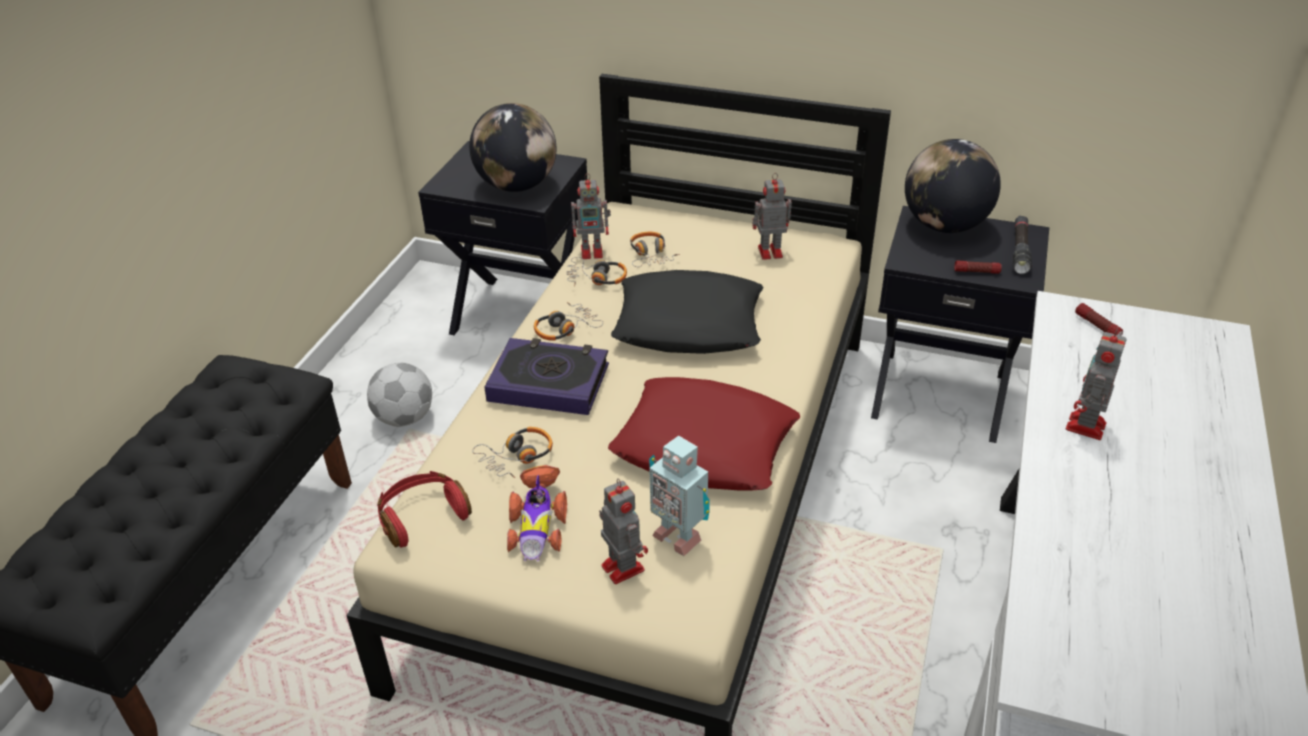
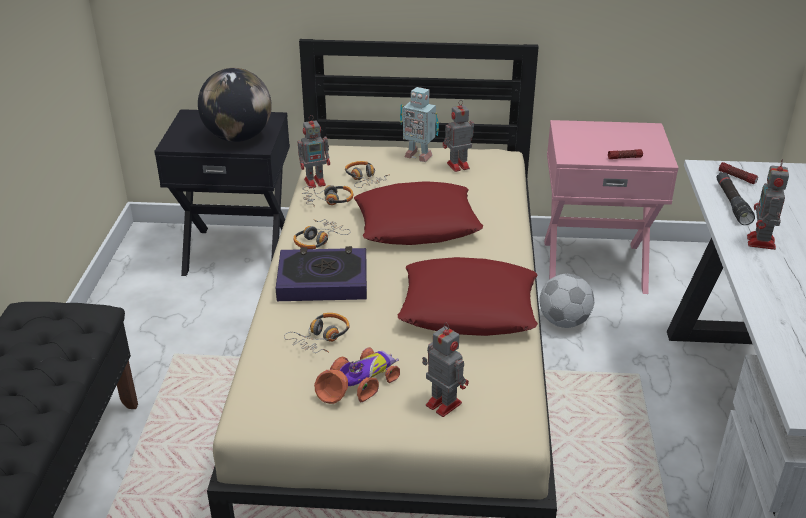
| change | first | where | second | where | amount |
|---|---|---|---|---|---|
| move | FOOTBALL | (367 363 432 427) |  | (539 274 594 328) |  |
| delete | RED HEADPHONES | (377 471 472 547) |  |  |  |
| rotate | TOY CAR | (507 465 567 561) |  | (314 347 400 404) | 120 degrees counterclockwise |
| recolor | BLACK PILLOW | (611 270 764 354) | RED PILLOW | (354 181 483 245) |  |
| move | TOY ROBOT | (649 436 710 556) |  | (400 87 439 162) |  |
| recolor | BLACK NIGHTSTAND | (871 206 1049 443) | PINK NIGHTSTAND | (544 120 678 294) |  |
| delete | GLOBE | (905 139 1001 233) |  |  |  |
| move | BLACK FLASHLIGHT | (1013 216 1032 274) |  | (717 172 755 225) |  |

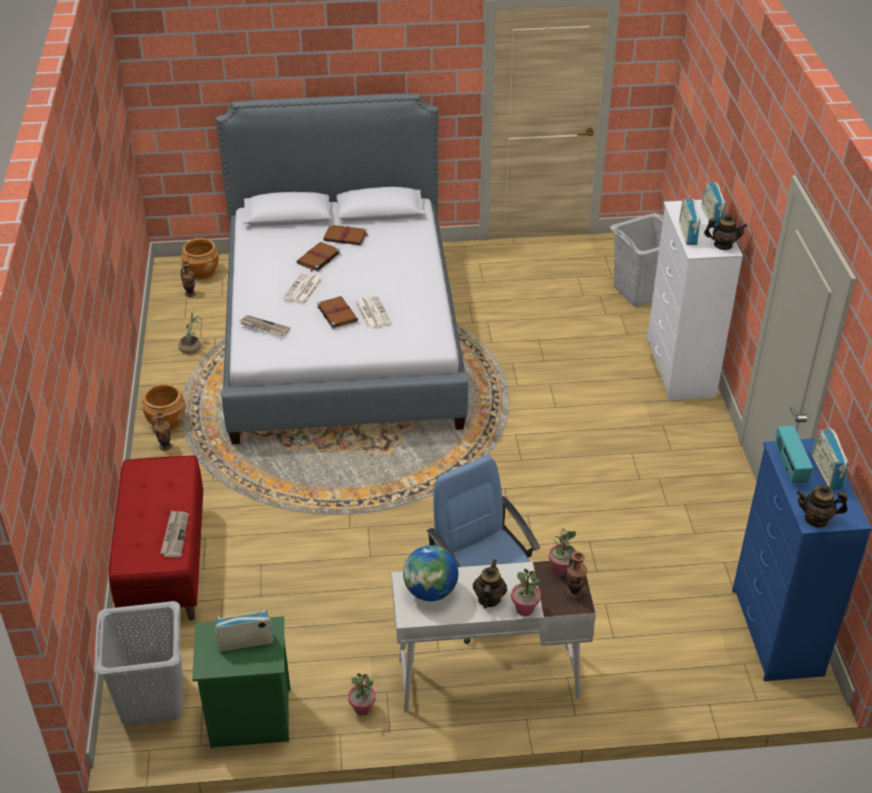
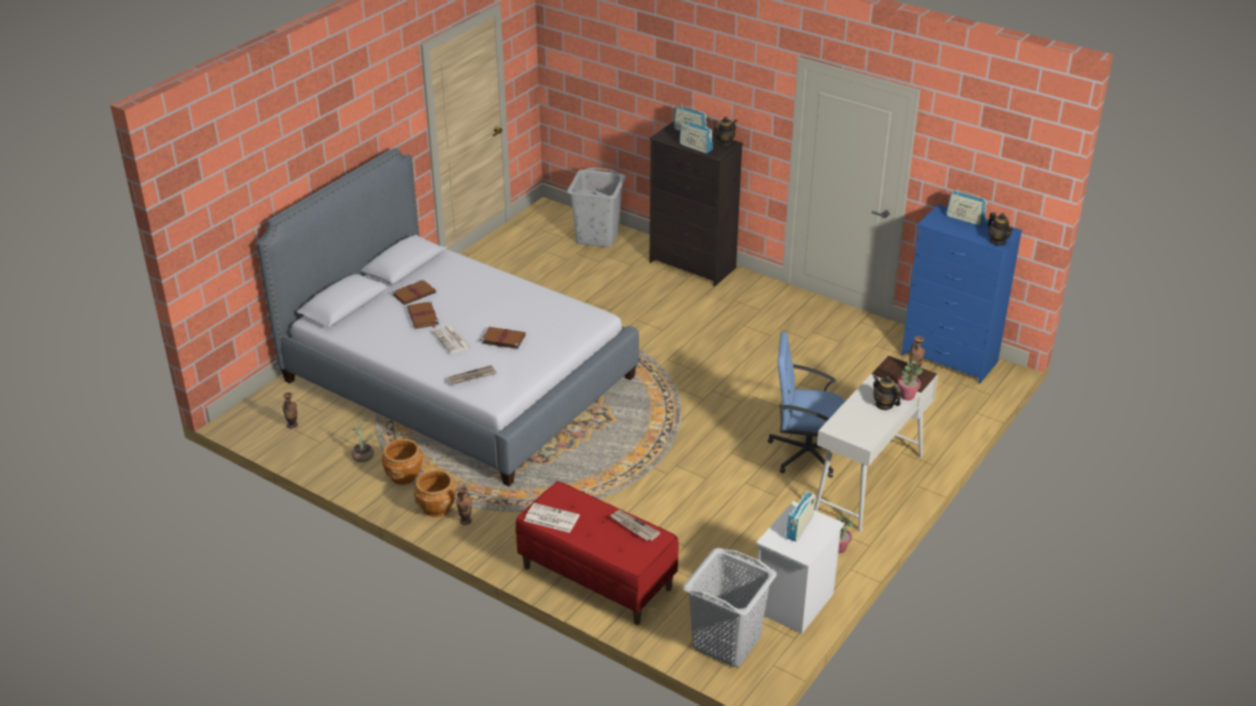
| change | first | where | second | where | amount |
|---|---|---|---|---|---|
| move | BROWN PLANTER | (181 238 219 280) |  | (382 439 424 485) |  |
| recolor | GREEN NIGHTSTAND | (192 616 291 748) | WHITE NIGHTSTAND | (756 501 844 634) |  |
| move | NEWSPAPER | (355 296 392 329) |  | (524 503 580 533) |  |
| delete | GLOBE | (403 545 458 601) |  |  |  |
| delete | POTTED PLANT | (549 528 577 576) |  |  |  |
| recolor | WHITE DRESSER | (647 200 743 401) | BLACK DRESSER | (649 122 743 286) |  |
| delete | RADIO | (775 426 813 484) |  |  |  |
| rotate | TEAPOT | (796 485 848 528) |  | (988 212 1013 245) | 75 degrees counterclockwise |

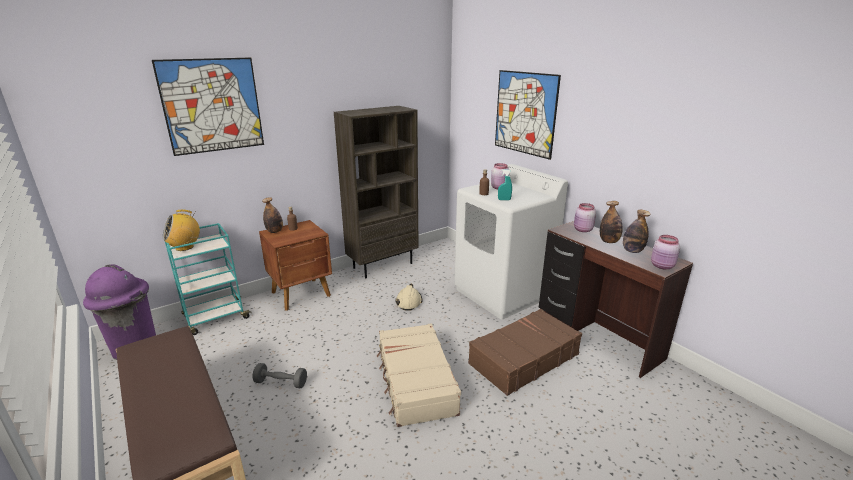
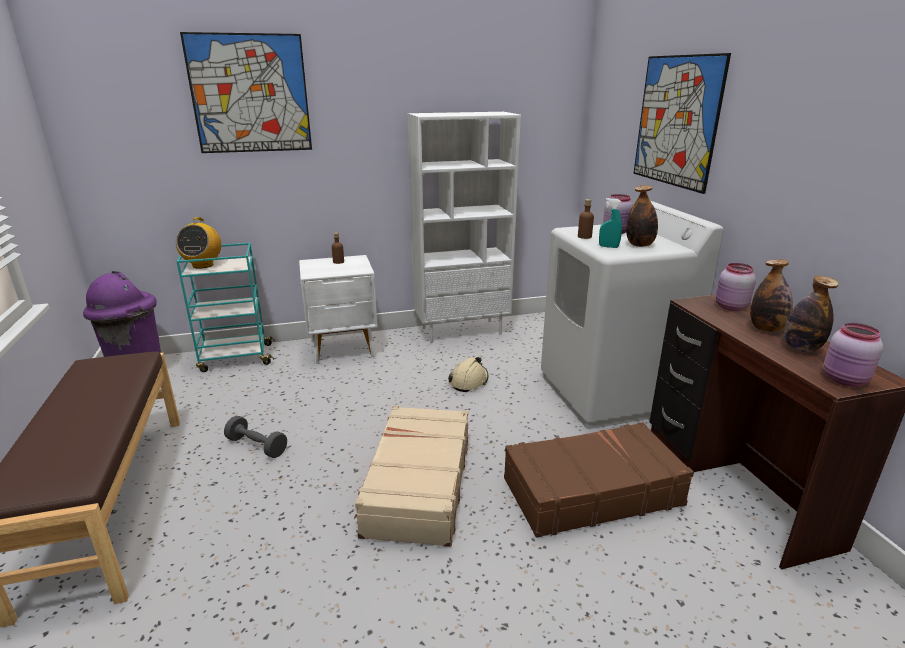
| change | first | where | second | where | amount |
|---|---|---|---|---|---|
| rotate | RADIO | (163 210 200 251) |  | (176 217 221 268) | 75 degrees counterclockwise |
| recolor | BROWN NIGHTSTAND | (259 220 332 311) | WHITE NIGHTSTAND | (299 255 378 364) |  |
| move | BOTTLE | (262 197 283 233) |  | (626 185 658 247) |  |
| recolor | BROWN BOOKCASE | (334 106 419 278) | WHITE BOOKCASE | (407 112 521 343) |  |

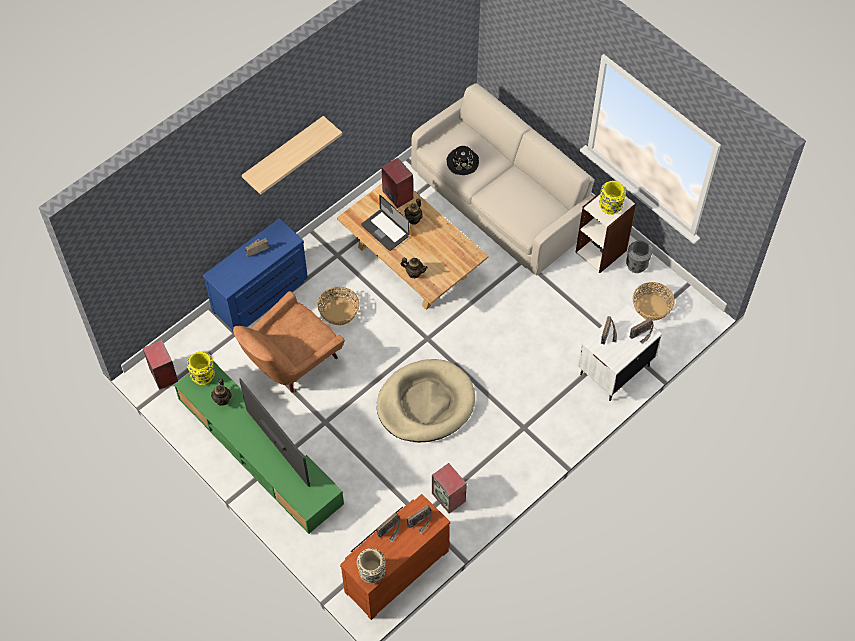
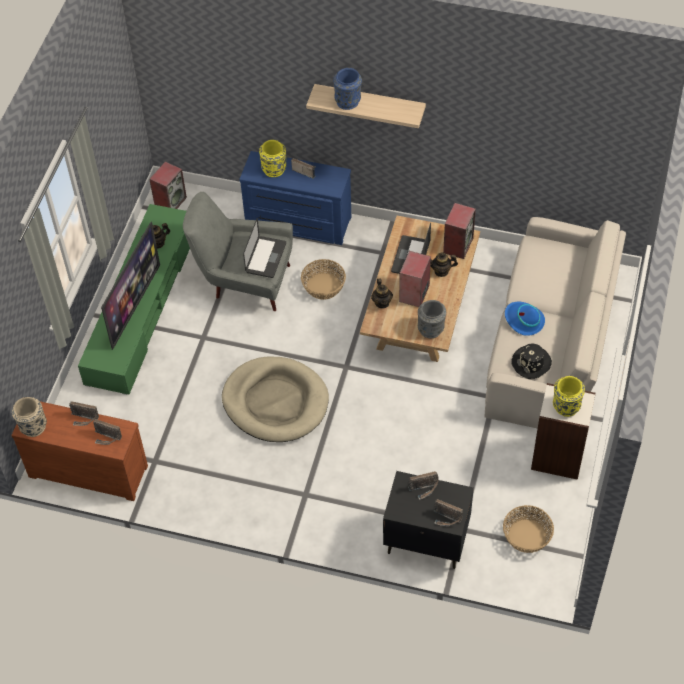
| change | first | where | second | where | amount |
|---|---|---|---|---|---|
| move | YELLOW VASE | (187 352 215 385) |  | (259 140 286 177) |  |
| recolor | BROWN ARMCHAIR | (233 291 345 393) | GREY ARMCHAIR | (183 192 293 311) |  |
| move | SPEAKER | (432 463 467 514) |  | (399 251 431 307) |  |
| move | BLACK HAT | (447 146 479 175) |  | (511 344 552 379) |  |
| recolor | WHITE NIGHTSTAND | (578 304 662 401) | BLACK NIGHTSTAND | (383 471 474 569) |  |
| move | GREY VASE | (626 240 652 273) |  | (418 300 446 338) |  |
| insert |  |  | LAPTOP | (243 218 286 278) |  |
| insert |  |  | BLUE VASE | (333 68 362 110) |  |
| insert |  |  | BLUE HAT | (505 301 545 336) |  |

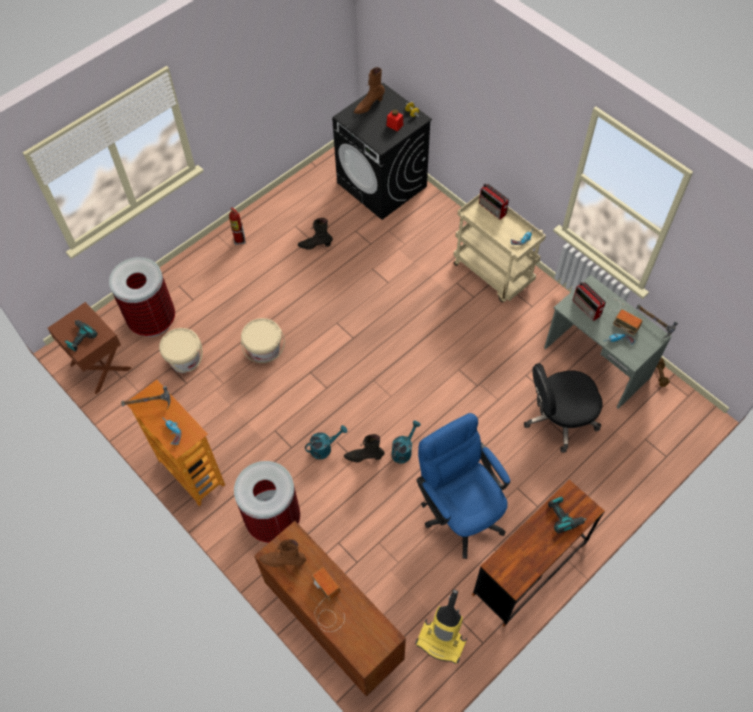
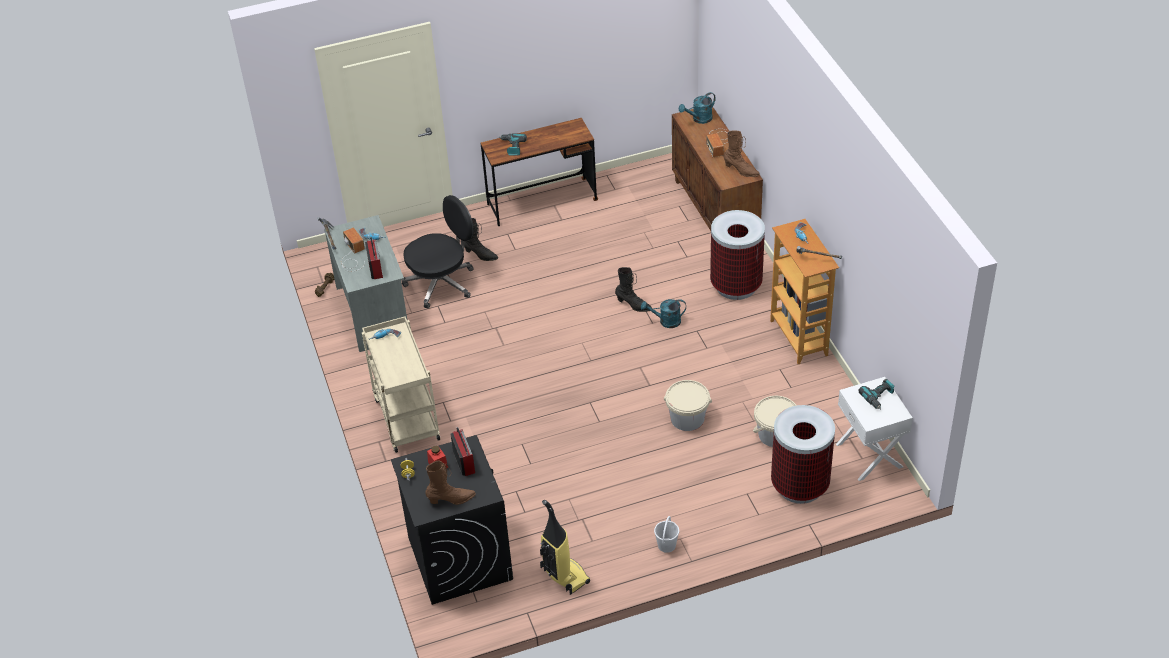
| change | first | where | second | where | amount |
|---|---|---|---|---|---|
| recolor | BROWN NIGHTSTAND | (47 302 131 394) | WHITE NIGHTSTAND | (836 377 913 481) |  |
| replace | FIRE EXTINGUISHER | (229 207 246 245) | WHITE BUCKET | (654 516 679 553) |  |
| move | BLACK BOOT | (298 218 333 250) |  | (464 218 498 261) |  |
| move | TURQUOISE WATERING CAN | (391 421 421 464) |  | (678 92 716 124) |  |
| move | VACUUM CLEANER | (415 590 467 664) |  | (540 500 590 595) |  |
| delete | BLUE OFFICE CHAIR | (416 413 510 559) |  |  |  |
| move | RADIO | (479 183 509 219) |  | (450 427 475 476) |  |
| rotate | BLACK OFFICE CHAIR | (524 363 602 453) |  | (402 195 474 309) | 45 degrees counterclockwise |

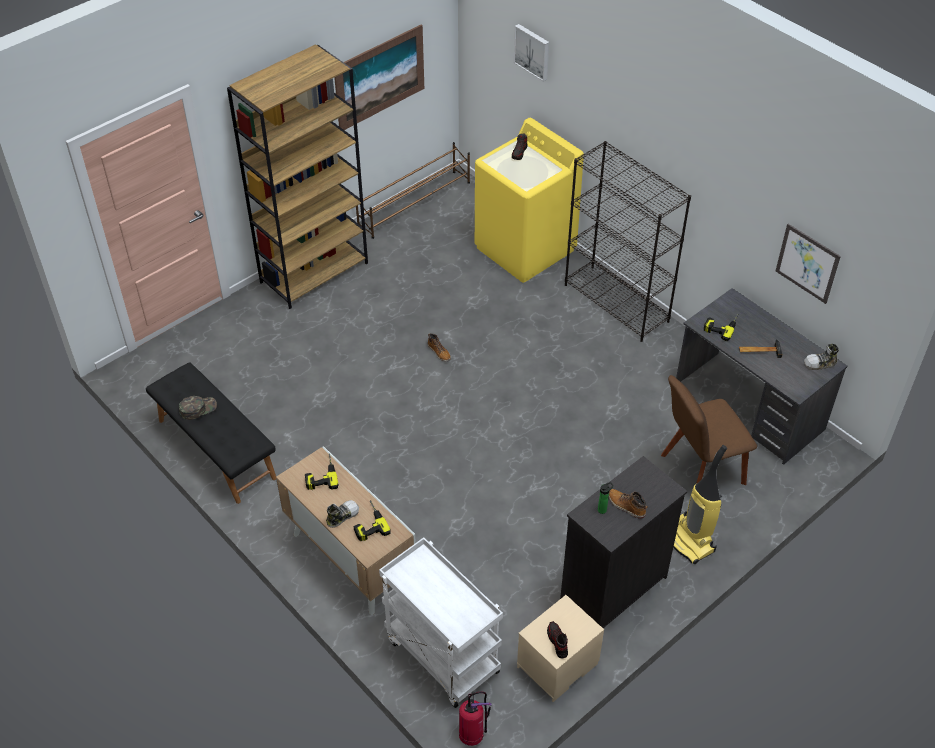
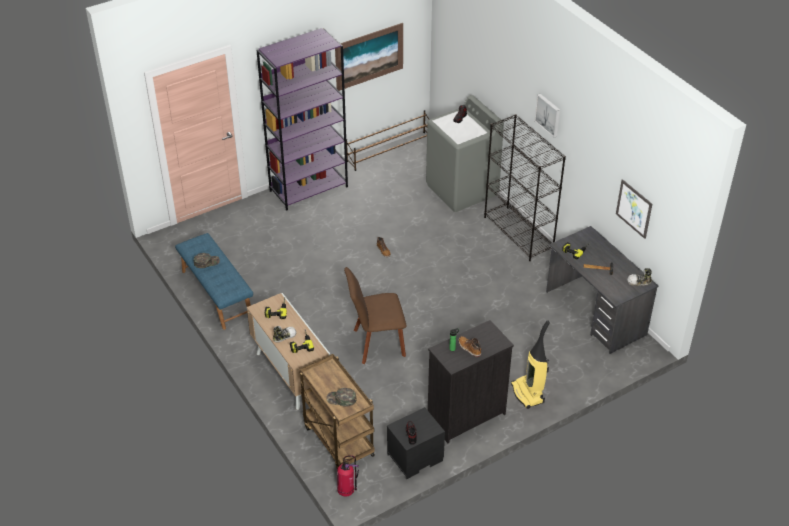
| change | first | where | second | where | amount |
|---|---|---|---|---|---|
| recolor | BLACK BENCH | (146 362 276 504) | BLUE BENCH | (175 233 253 330) |  |
| recolor | BROWN BOOKCASE | (227 44 368 309) | PURPLE BOOKCASE | (257 28 348 211) |  |
| recolor | WHITE CART | (379 537 503 708) | BROWN CART | (299 354 375 469) |  |
| recolor | YELLOW WASHING MACHINE | (475 118 584 283) | GREY WASHING MACHINE | (426 95 504 212) |  |
| move | PICTURE | (514 24 549 82) |  | (534 94 560 138) |  |
| recolor | BEIGE NIGHTSTAND | (517 595 604 702) | BLACK NIGHTSTAND | (387 407 445 479) |  |
| move | BROWN CHAIR | (661 375 757 485) |  | (344 267 407 364) |  |
| insert |  |  | GREEN CAP | (326 388 357 407) |  |

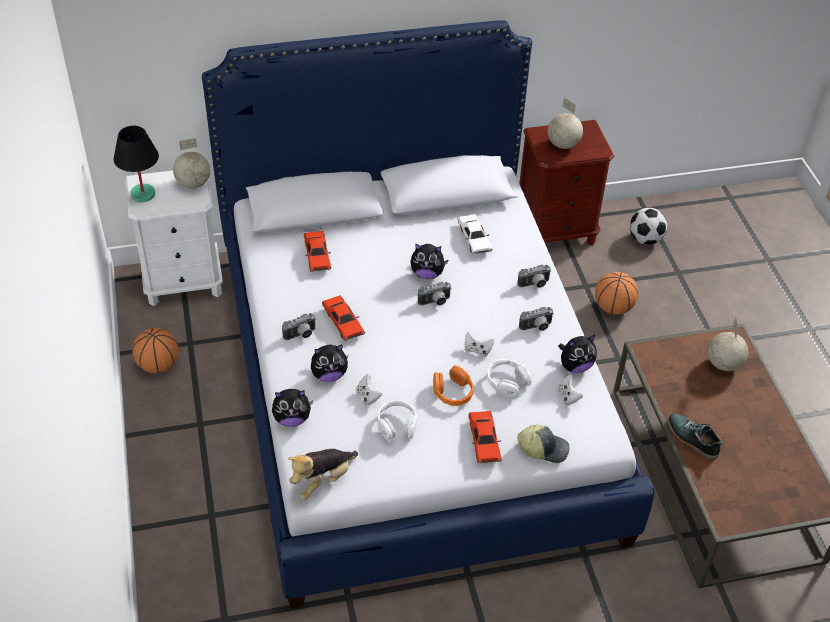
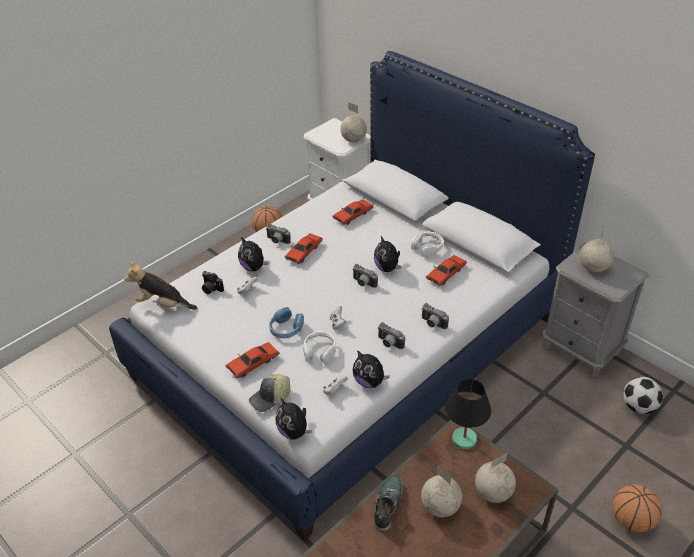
| change | first | where | second | where | amount |
|---|---|---|---|---|---|
| move | BLACK TABLE LAMP | (114 126 159 202) |  | (445 379 491 449) |  |
| move | PLUSH TOY | (272 389 313 427) |  | (275 398 312 440) |  |
| move | WHITE HEADPHONES | (378 400 418 441) |  | (411 232 443 258) |  |
| recolor | ORANGE HEADPHONES | (433 366 474 406) | BLUE HEADPHONES | (269 307 304 338) |  |
| recolor | WHITE TOY CAR | (458 214 493 255) | RED TOY CAR | (426 255 467 286) |  |
| rotate | CAP | (517 425 570 463) |  | (249 374 290 412) | 75 degrees clockwise |
| recolor | BROWN NIGHTSTAND | (519 120 614 246) | GREY NIGHTSTAND | (542 242 649 377) |  |
| move | BASKETBALL | (595 272 638 315) |  | (612 484 661 533) |  |
| insert |  |  | PHOTO CAMERA | (202 271 224 294) |  |
| insert |  |  | GLOBE | (421 465 462 517) |  |

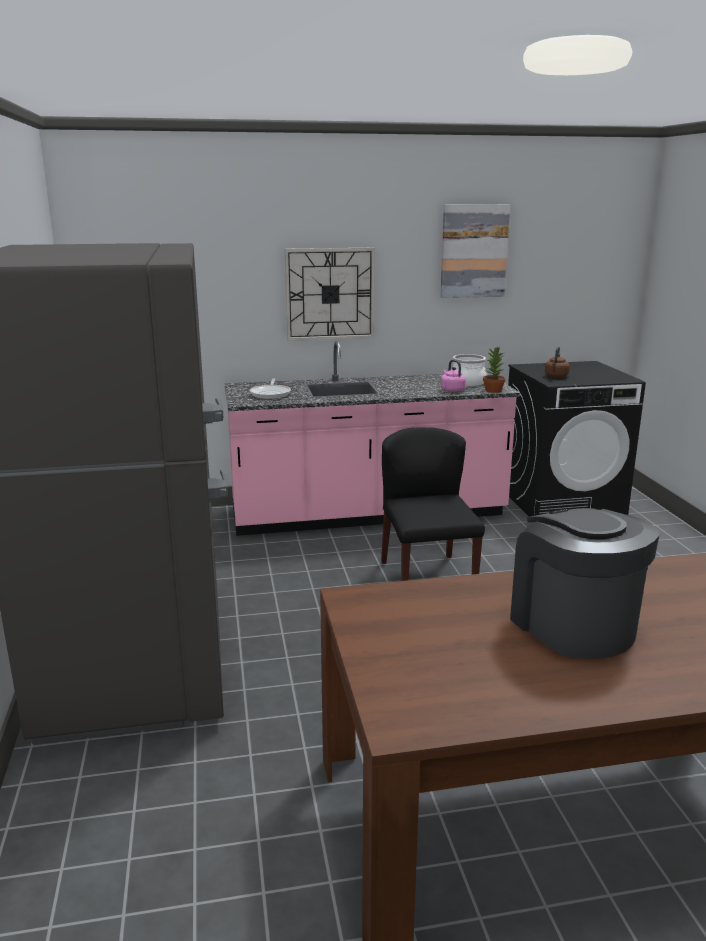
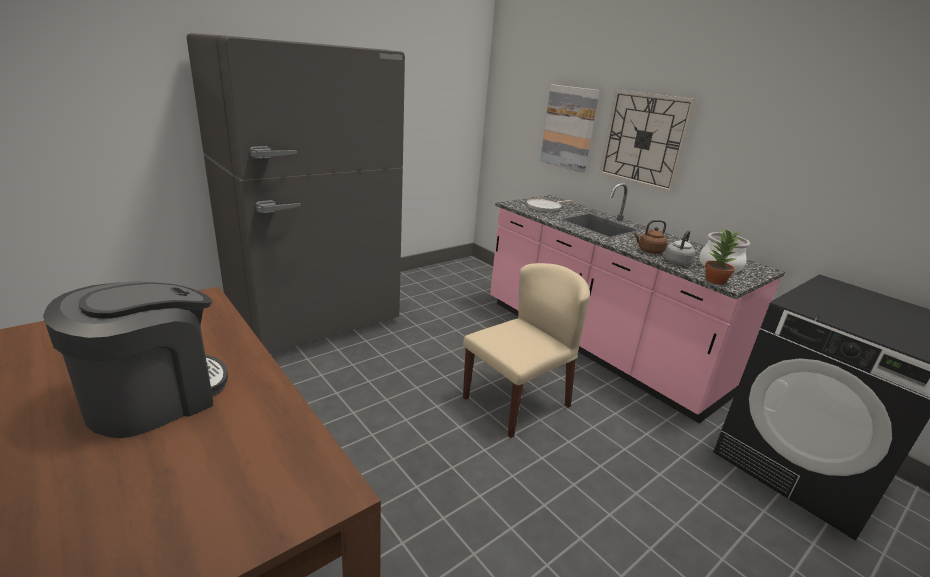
| change | first | where | second | where | amount |
|---|---|---|---|---|---|
| recolor | BLACK CHAIR | (381 427 485 581) | BEIGE CHAIR | (463 263 590 438) |  |
| move | PICTURE | (440 204 510 298) |  | (540 84 600 173) |  |
| recolor | PINK KETTLE | (441 360 466 392) | GREY KETTLE | (664 230 696 265) |  |
| move | BROWN KETTLE | (545 347 570 378) |  | (634 220 668 254) |  |

